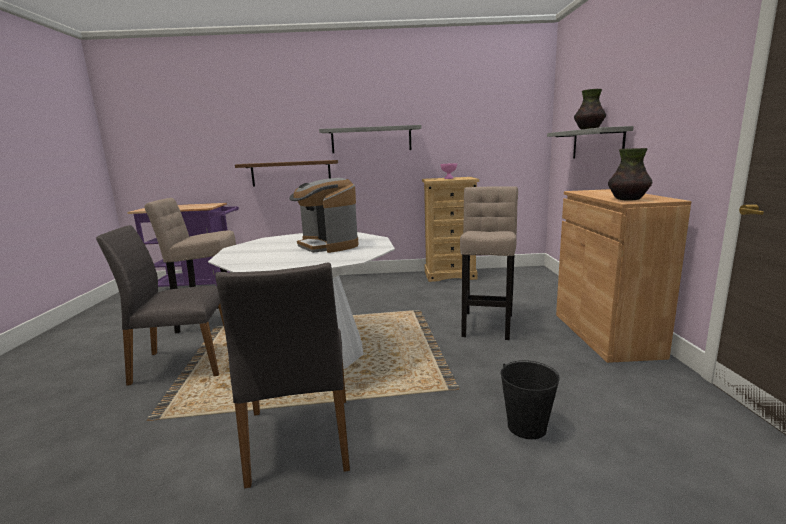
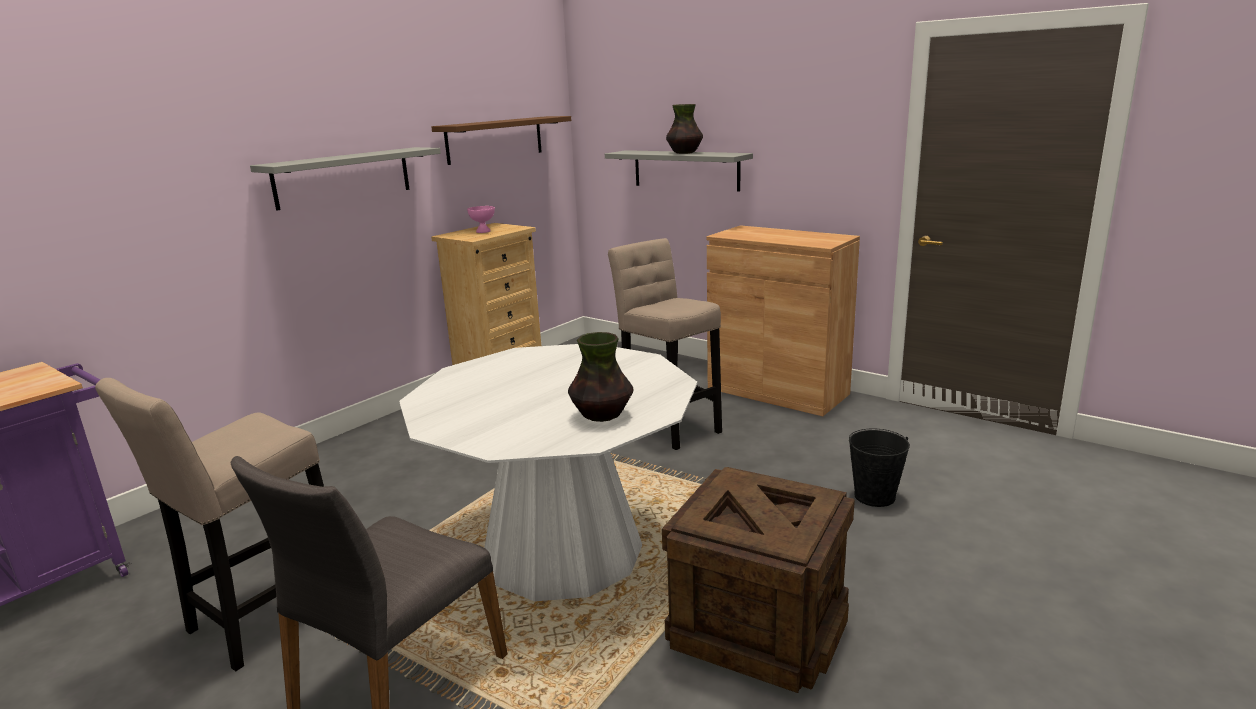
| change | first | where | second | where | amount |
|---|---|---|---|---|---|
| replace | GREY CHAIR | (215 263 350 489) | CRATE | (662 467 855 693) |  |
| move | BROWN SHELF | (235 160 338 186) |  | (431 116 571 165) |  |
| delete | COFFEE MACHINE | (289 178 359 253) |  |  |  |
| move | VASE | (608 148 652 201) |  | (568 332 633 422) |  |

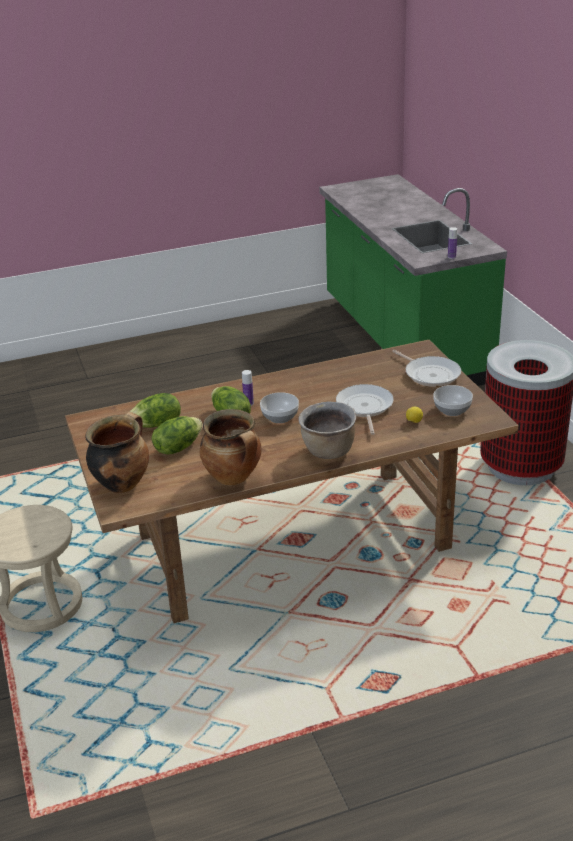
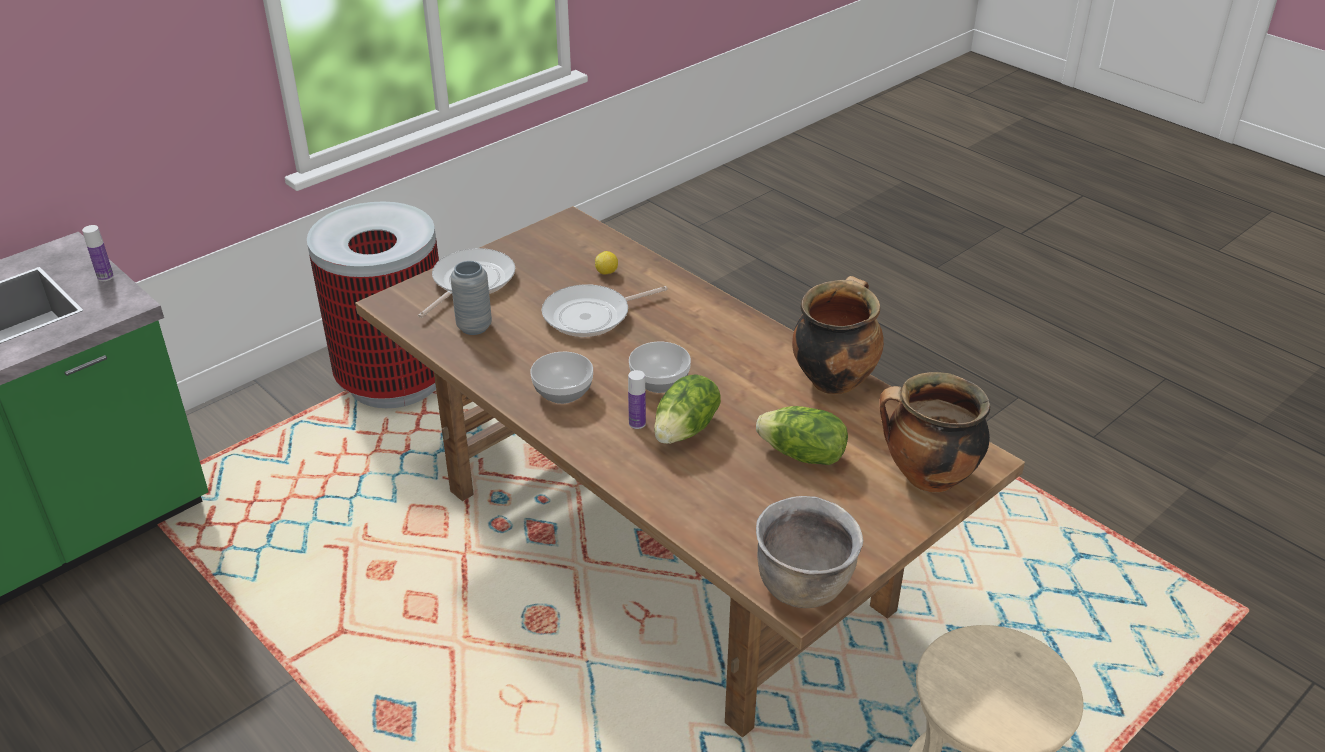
| change | first | where | second | where | amount |
|---|---|---|---|---|---|
| delete | LETTUCE | (130 393 181 428) |  |  |  |
| move | BROWN COOKING POT | (298 401 356 459) |  | (756 496 864 608) |  |
| move | BOWL | (433 385 473 416) |  | (530 352 593 404) |  |
| insert |  |  | GREY VASE | (450 261 492 335) |  |

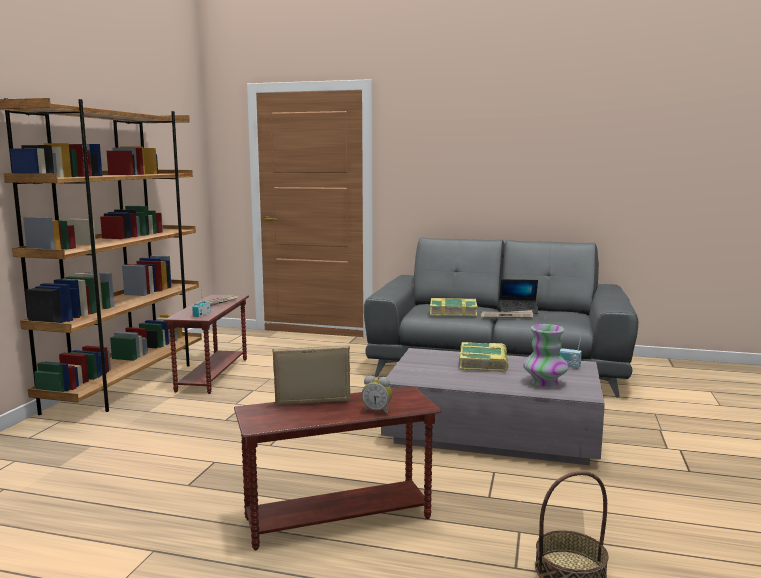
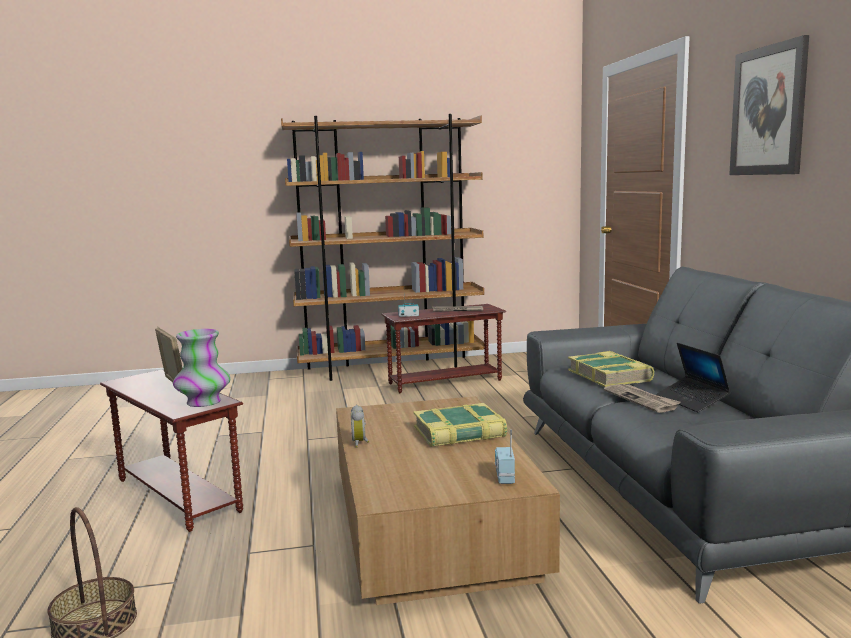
| change | first | where | second | where | amount |
|---|---|---|---|---|---|
| move | ALARM CLOCK | (362 375 392 414) |  | (351 405 369 448) |  |
| recolor | GREY COFFEE TABLE | (381 348 605 465) | BROWN COFFEE TABLE | (336 396 560 605) |  |
| move | VASE | (523 324 569 387) |  | (173 329 231 407) |  |
| insert |  |  | PICTURE | (729 35 809 175) |  |

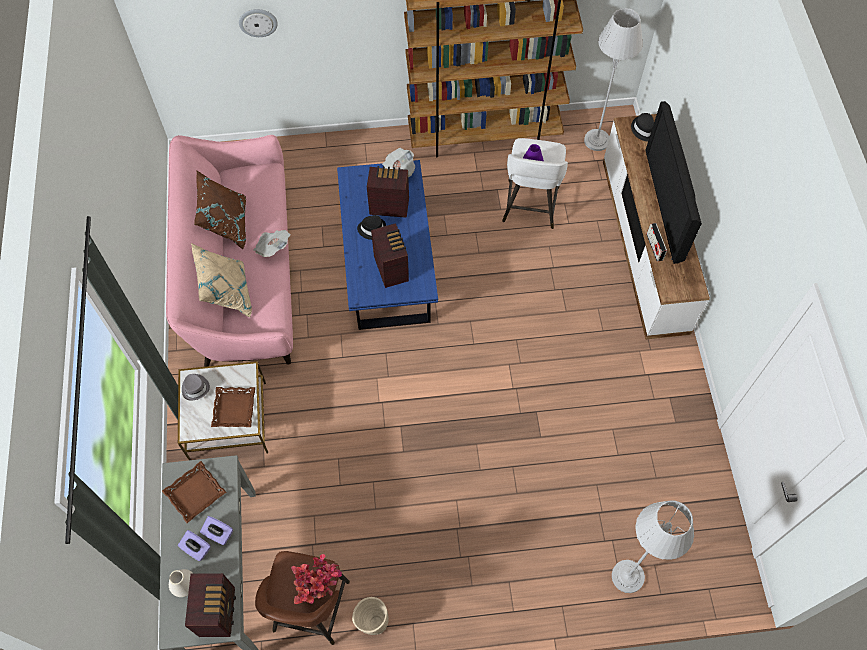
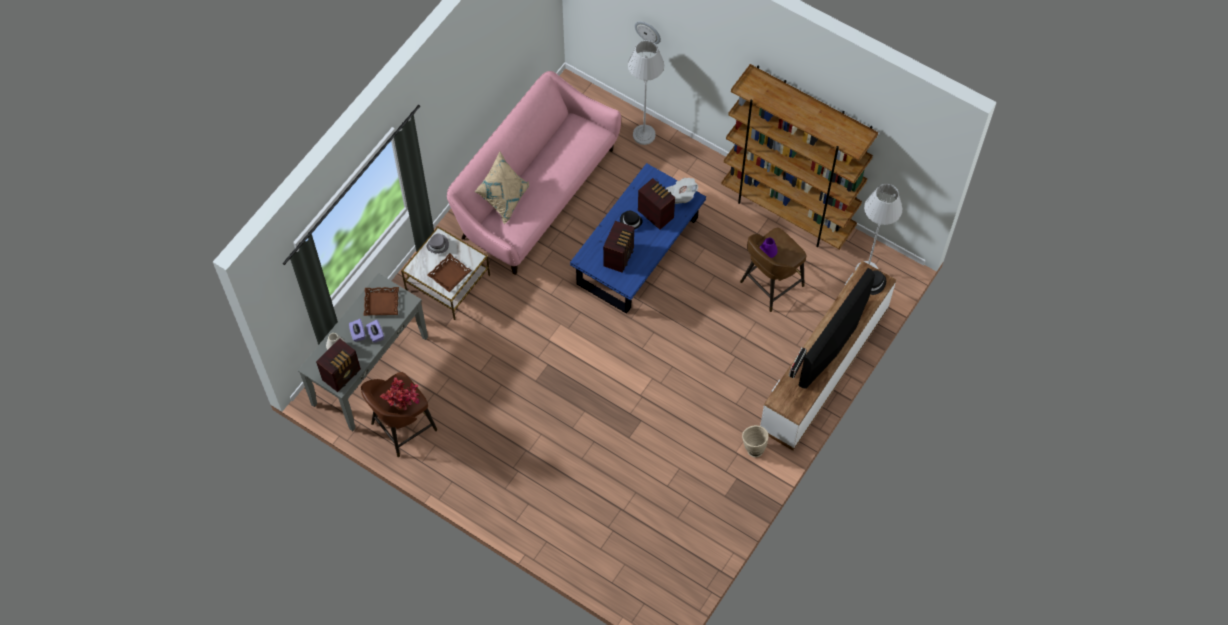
| change | first | where | second | where | amount |
|---|---|---|---|---|---|
| delete | BROWN PILLOW | (194 171 246 249) |  |  |  |
| delete | NEWSPAPER | (253 230 290 257) |  |  |  |
| move | BEIGE VASE | (352 597 389 635) |  | (742 425 769 457) |  |
| recolor | WHITE STOOL | (502 138 568 229) | BROWN STOOL | (740 228 807 312) |  |
| move | GREY FLOOR LAMP | (612 501 694 593) |  | (628 40 664 145) |  |

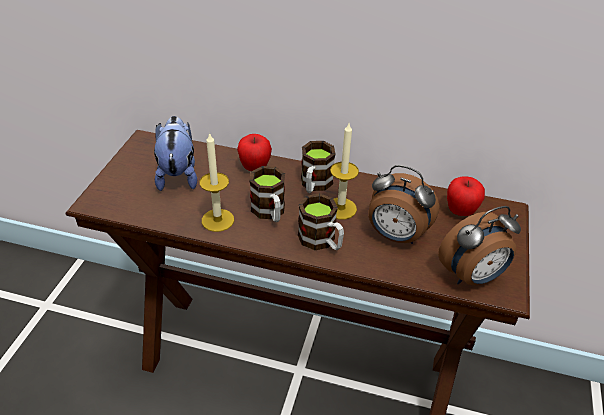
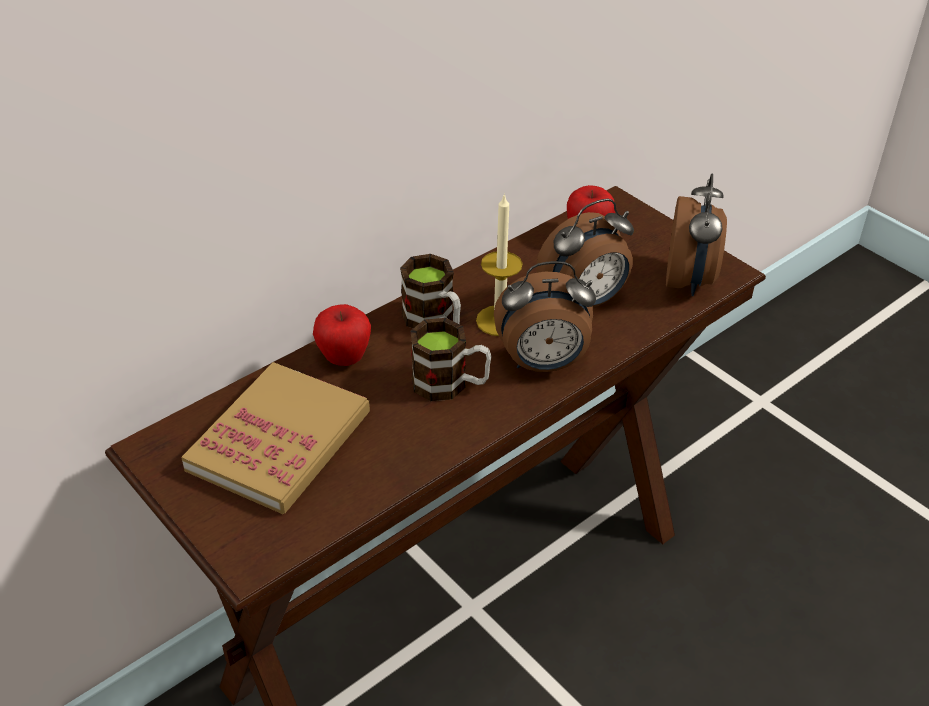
| change | first | where | second | where | amount |
|---|---|---|---|---|---|
| replace | PLUSH TOY | (154 116 197 191) | BOOK | (181 362 370 514) |  |
| delete | CANDLE | (200 132 234 232) |  |  |  |
| replace | MUG | (298 193 344 250) | ALARM CLOCK | (494 261 596 372) |  |

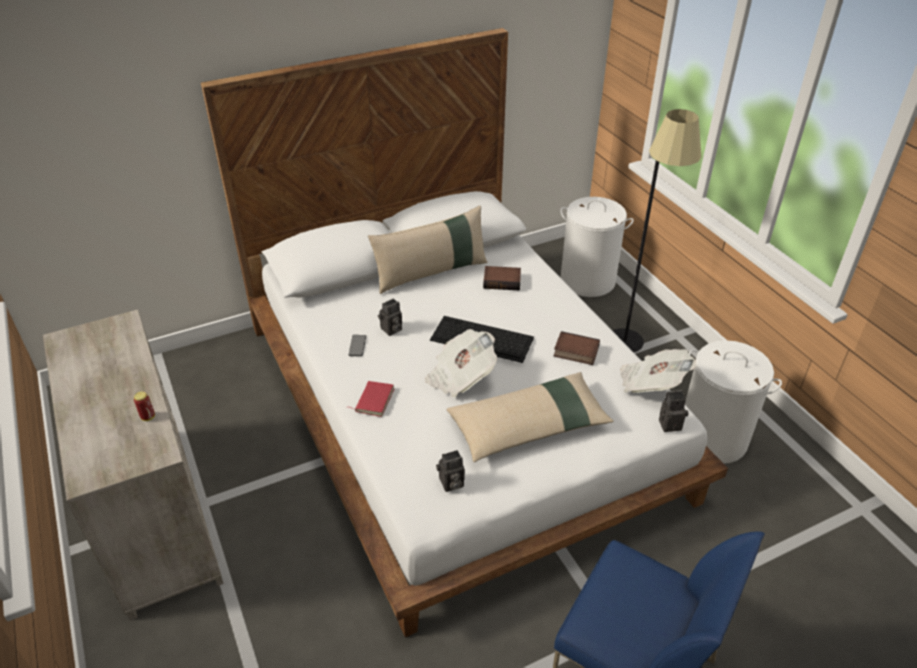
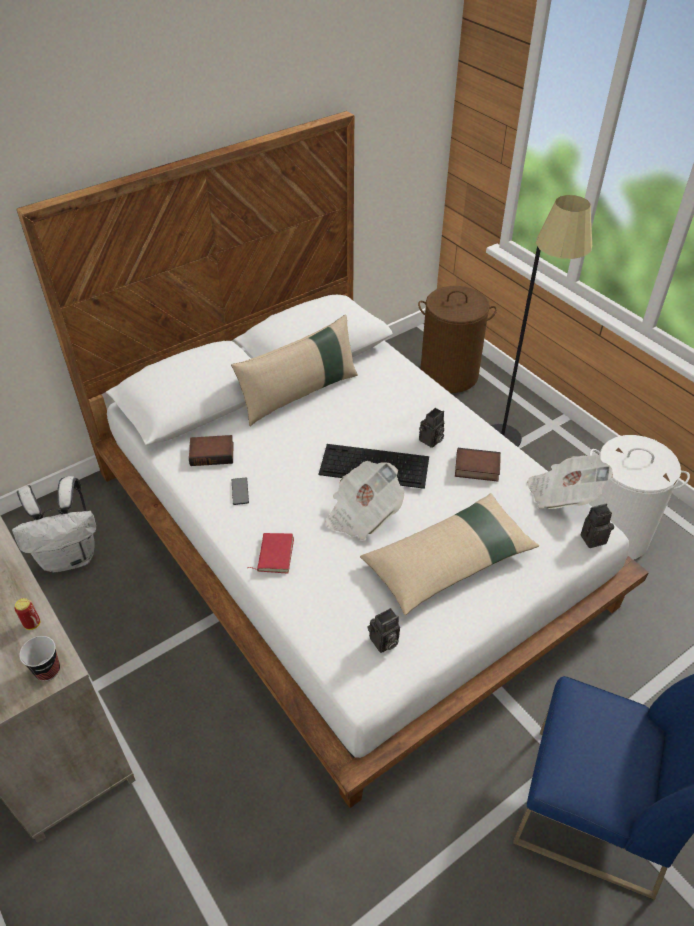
| change | first | where | second | where | amount |
|---|---|---|---|---|---|
| move | PHOTO CAMERA | (378 298 402 336) |  | (419 408 444 448) |  |
| move | BOOK | (483 266 521 290) |  | (189 435 233 466) |  |
| recolor | WHITE LAUNDRY BASKET | (560 197 634 297) | BROWN LAUNDRY BASKET | (418 286 497 393) |  |
| insert |  |  | WHITE BACKPACK | (12 476 96 572) |  |
| insert |  |  | CUP | (19 636 60 681) |  |

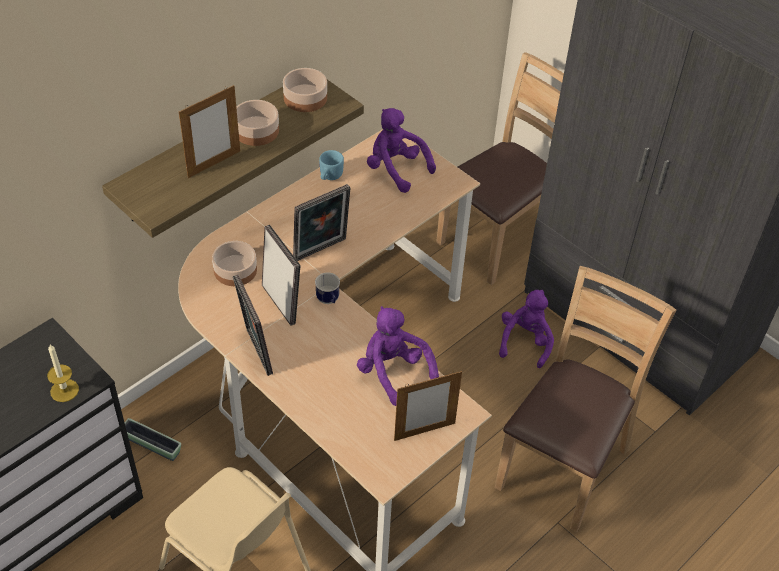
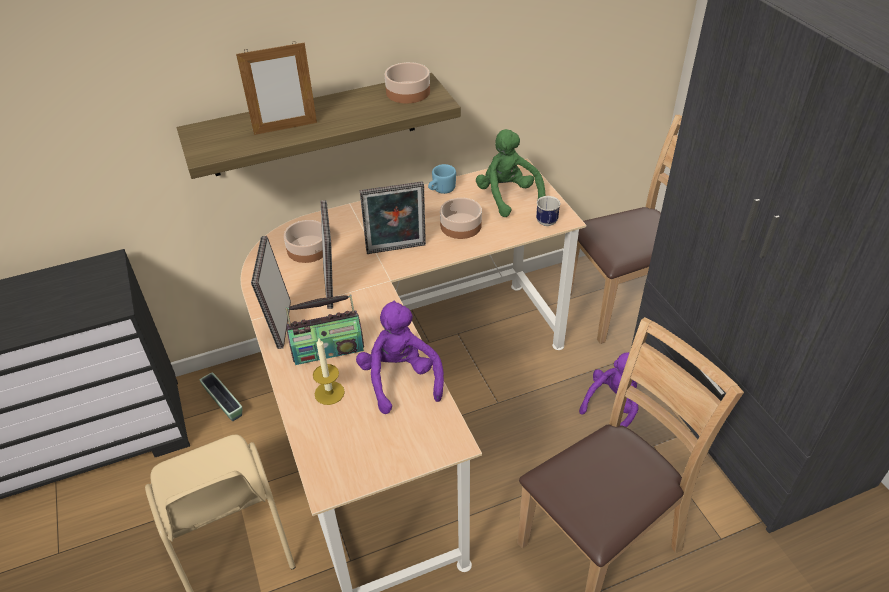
| change | first | where | second | where | amount |
|---|---|---|---|---|---|
| move | CANDLE | (47 344 79 402) |  | (313 339 345 405) |  |
| move | BOWL | (236 100 279 146) |  | (440 198 482 239) |  |
| move | MUG | (315 272 340 304) |  | (536 196 560 226) |  |
| recolor | PURPLE PLUSH TOY | (367 108 436 193) | GREEN PLUSH TOY | (476 129 545 217) |  |
| delete | PICTURE FRAME | (394 371 462 441) |  |  |  |
| insert |  |  | RADIO | (285 294 364 365) |  |

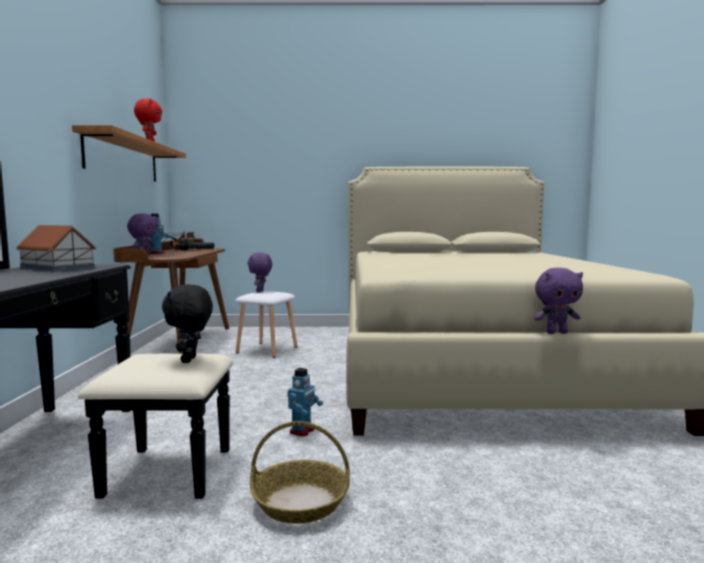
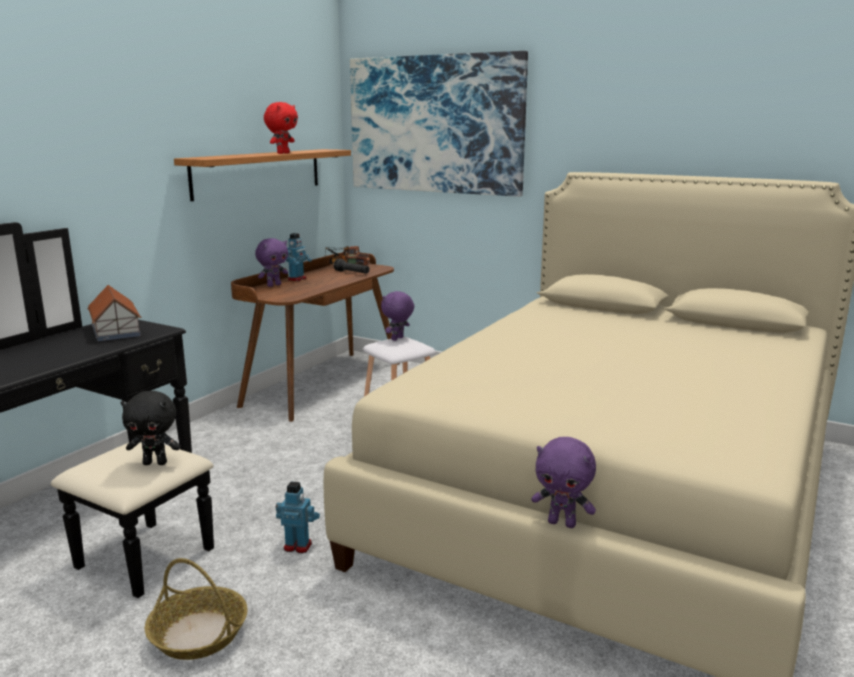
| change | first | where | second | where | amount |
|---|---|---|---|---|---|
| rotate | BLACK PLUSH TOY | (162 284 213 363) |  | (120 391 181 465) | 120 degrees counterclockwise |
| rotate | TOY ROBOT | (288 368 323 436) |  | (276 481 320 553) | 135 degrees counterclockwise |
| insert |  |  | PICTURE | (350 51 528 197) |  |

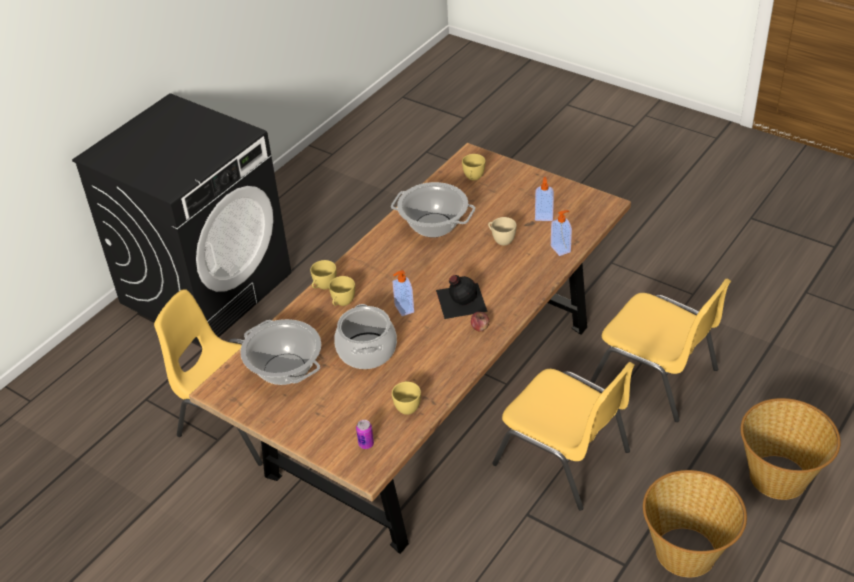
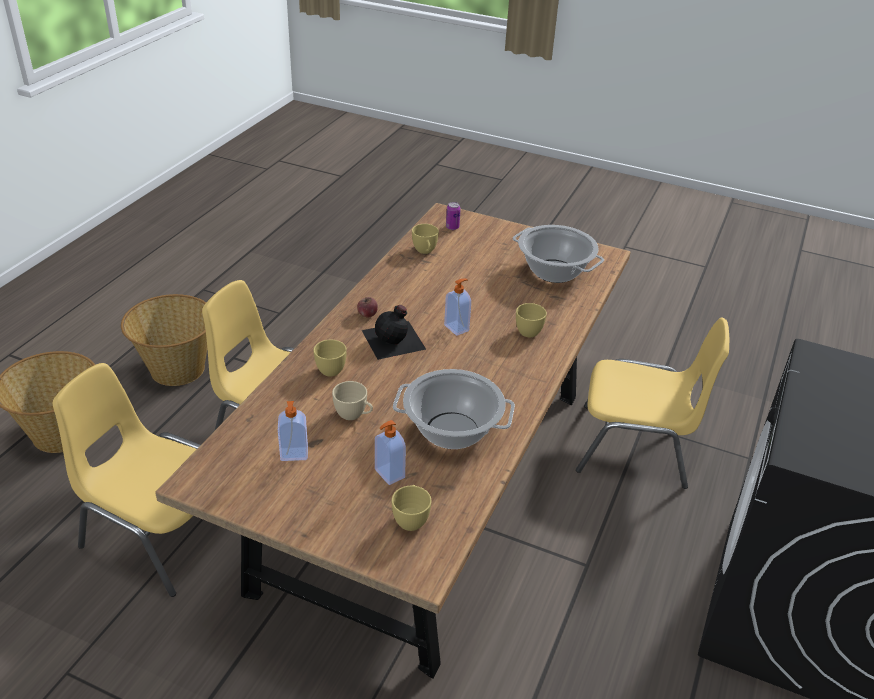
| change | first | where | second | where | amount |
|---|---|---|---|---|---|
| move | YELLOW CUP | (310 260 337 290) |  | (313 340 347 376) |  |
| delete | COOKING POT | (334 304 397 369) |  |  |  |
| move | SOAP DISPENSER | (551 210 572 256) |  | (375 420 406 485) |  |

